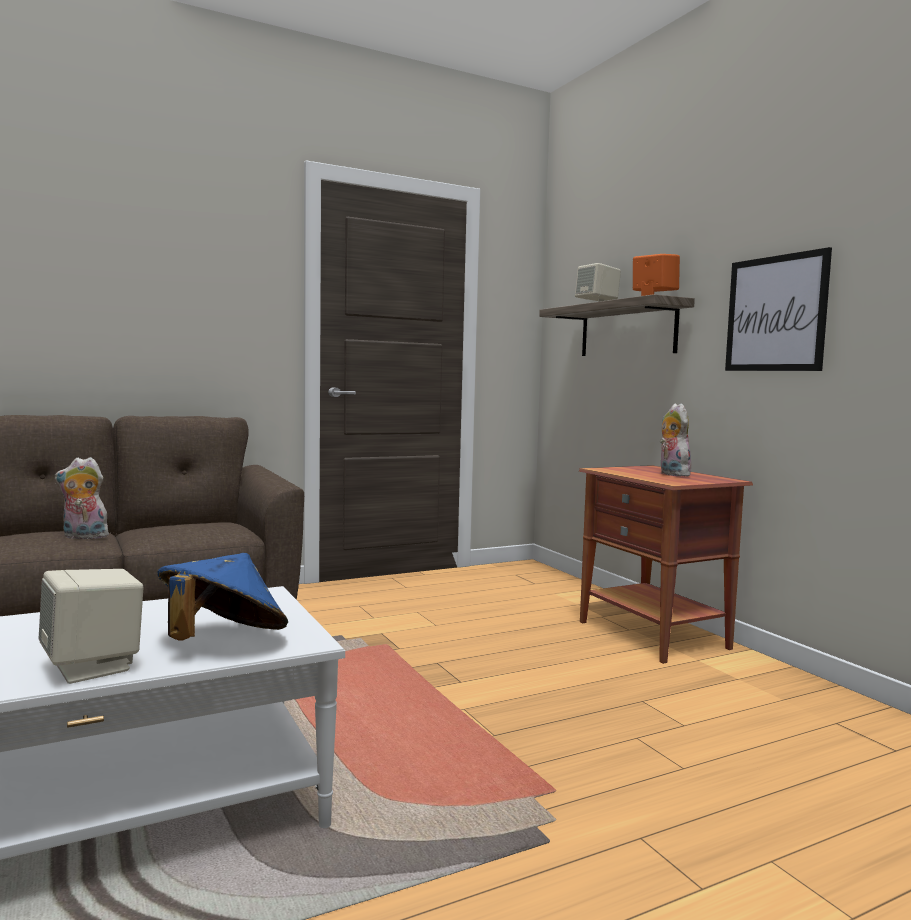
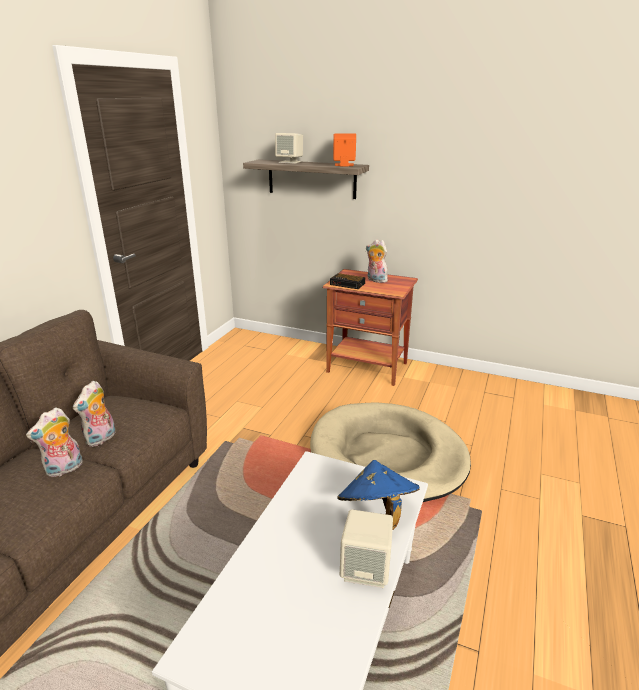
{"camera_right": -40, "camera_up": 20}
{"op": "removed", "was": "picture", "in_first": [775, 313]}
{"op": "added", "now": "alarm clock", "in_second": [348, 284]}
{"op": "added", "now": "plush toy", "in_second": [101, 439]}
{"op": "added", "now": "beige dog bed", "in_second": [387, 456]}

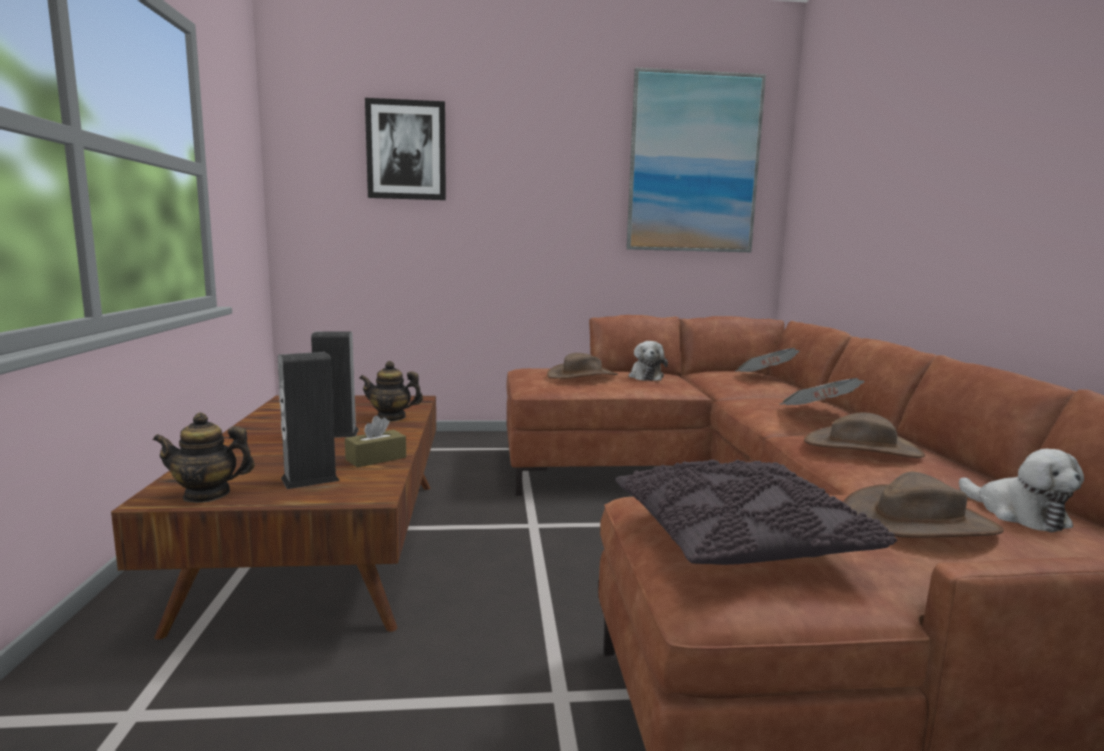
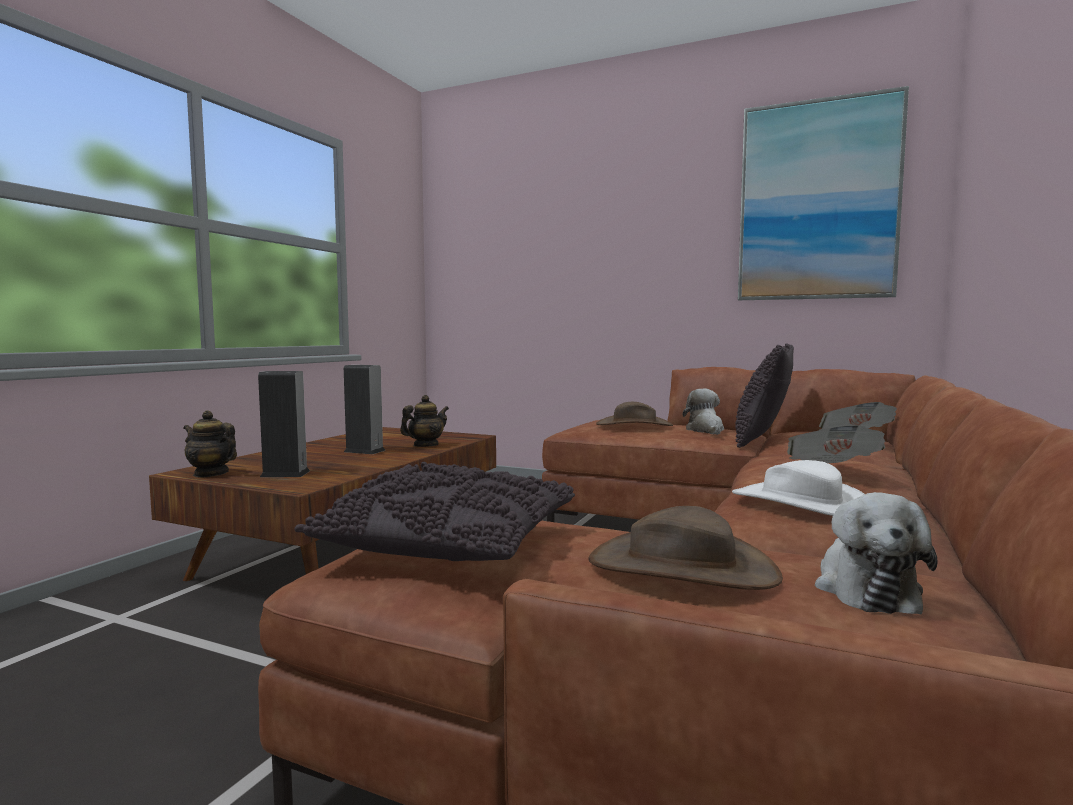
{"camera_right": 30, "camera_up": -5}
{"op": "removed", "was": "picture", "in_first": [406, 150]}
{"op": "turned", "was": "plush toy", "in_first": [645, 376], "in_second": [705, 430], "clockwise": 150}
{"op": "turned", "was": "teapot", "in_first": [391, 418], "in_second": [425, 445], "clockwise": 105}
{"op": "recoloured", "was": "brown hat", "now": "white hat", "in_first": [862, 447], "in_second": [801, 503]}
{"op": "removed", "was": "brown tissue box", "in_first": [376, 458]}
{"op": "added", "now": "black pillow", "in_second": [762, 441]}

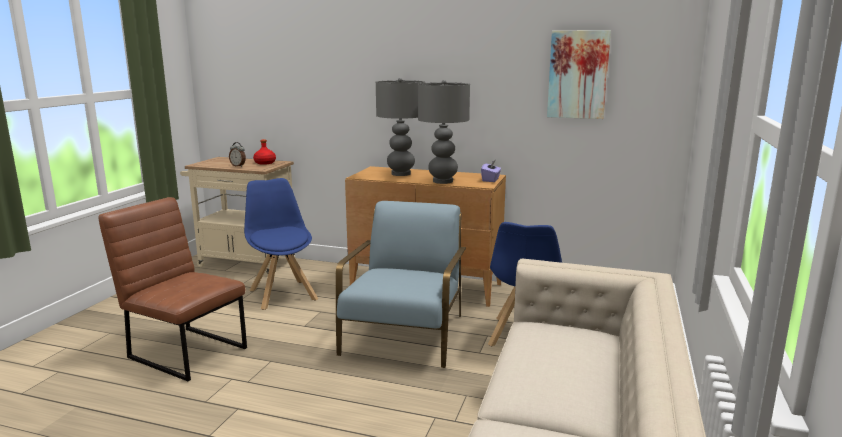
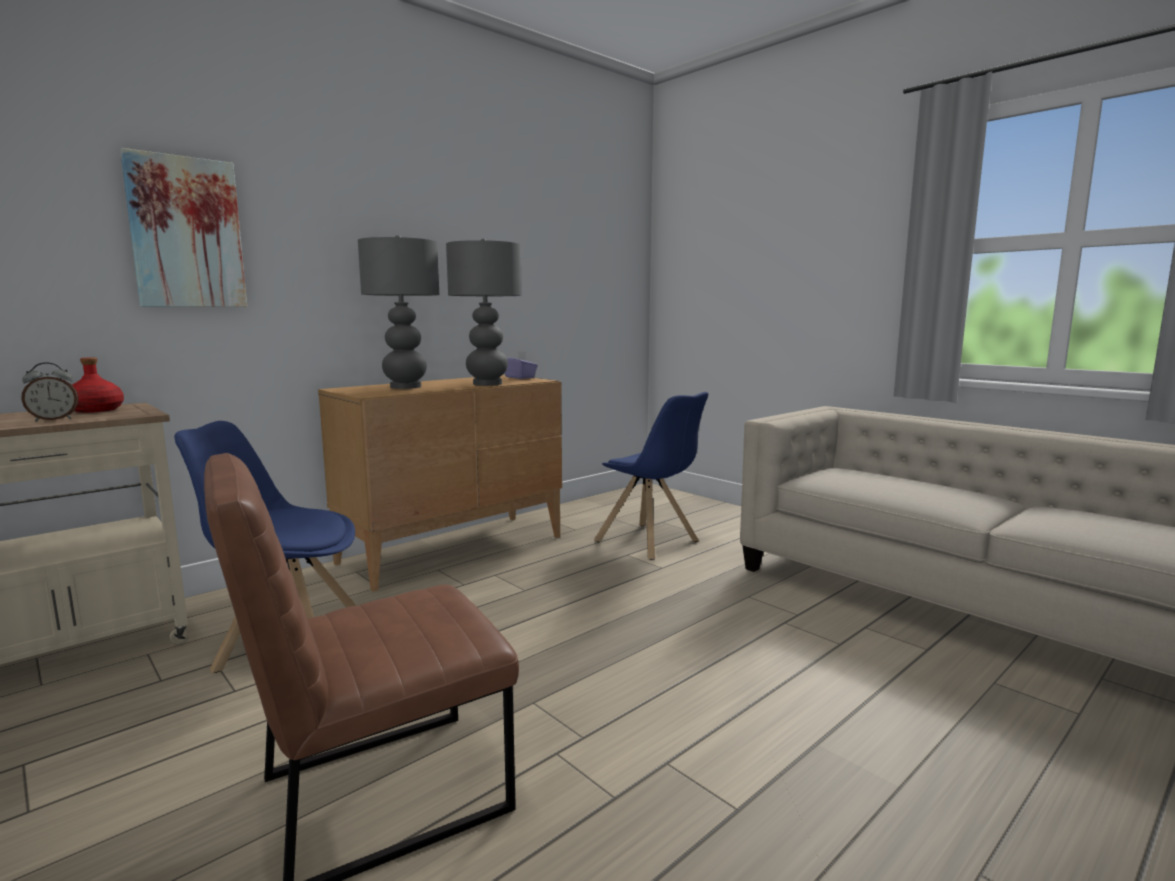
{"camera_right": -60, "camera_up": -5}
{"op": "moved", "was": "picture", "in_first": [578, 75], "in_second": [186, 233]}
{"op": "removed", "was": "blue armchair", "in_first": [405, 336]}

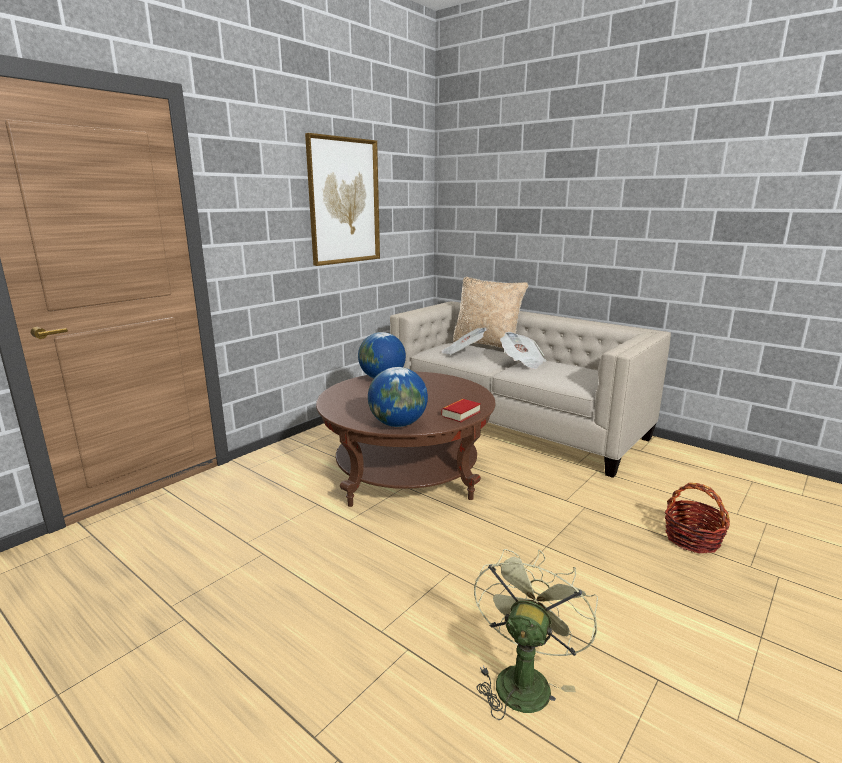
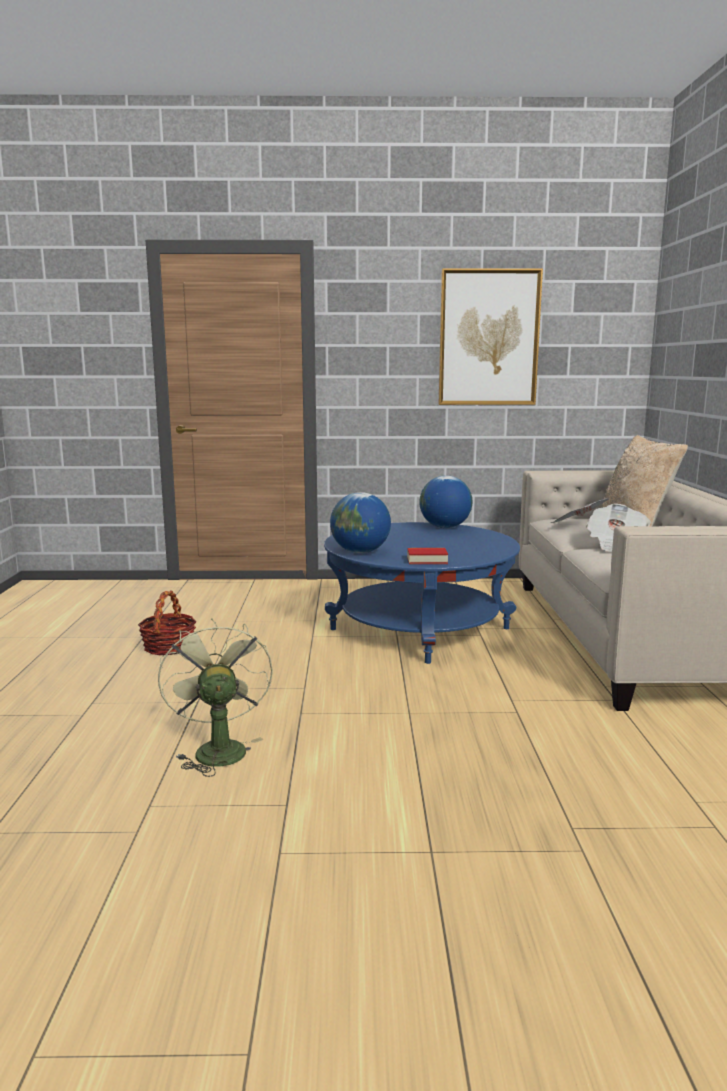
{"camera_right": 50, "camera_up": -5}
{"op": "recoloured", "was": "brown coffee table", "now": "blue coffee table", "in_first": [407, 473], "in_second": [419, 629]}
{"op": "moved", "was": "basket", "in_first": [692, 539], "in_second": [169, 647]}
{"op": "turned", "was": "green fan", "in_first": [523, 678], "in_second": [217, 749], "clockwise": -90}

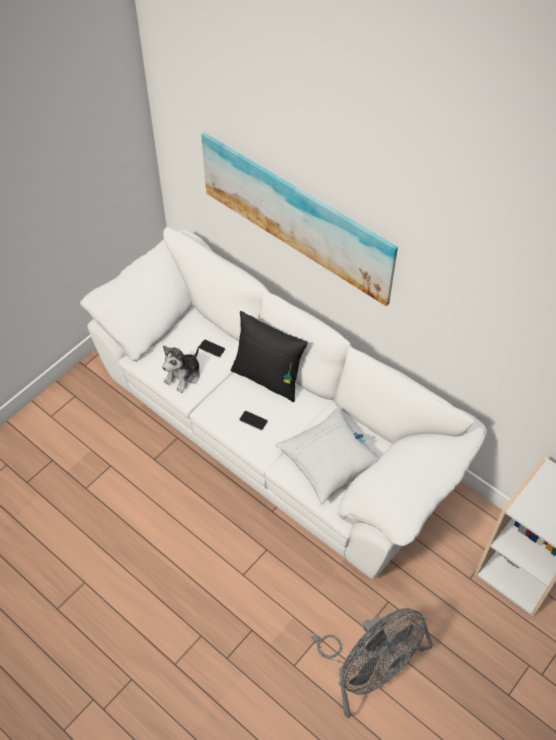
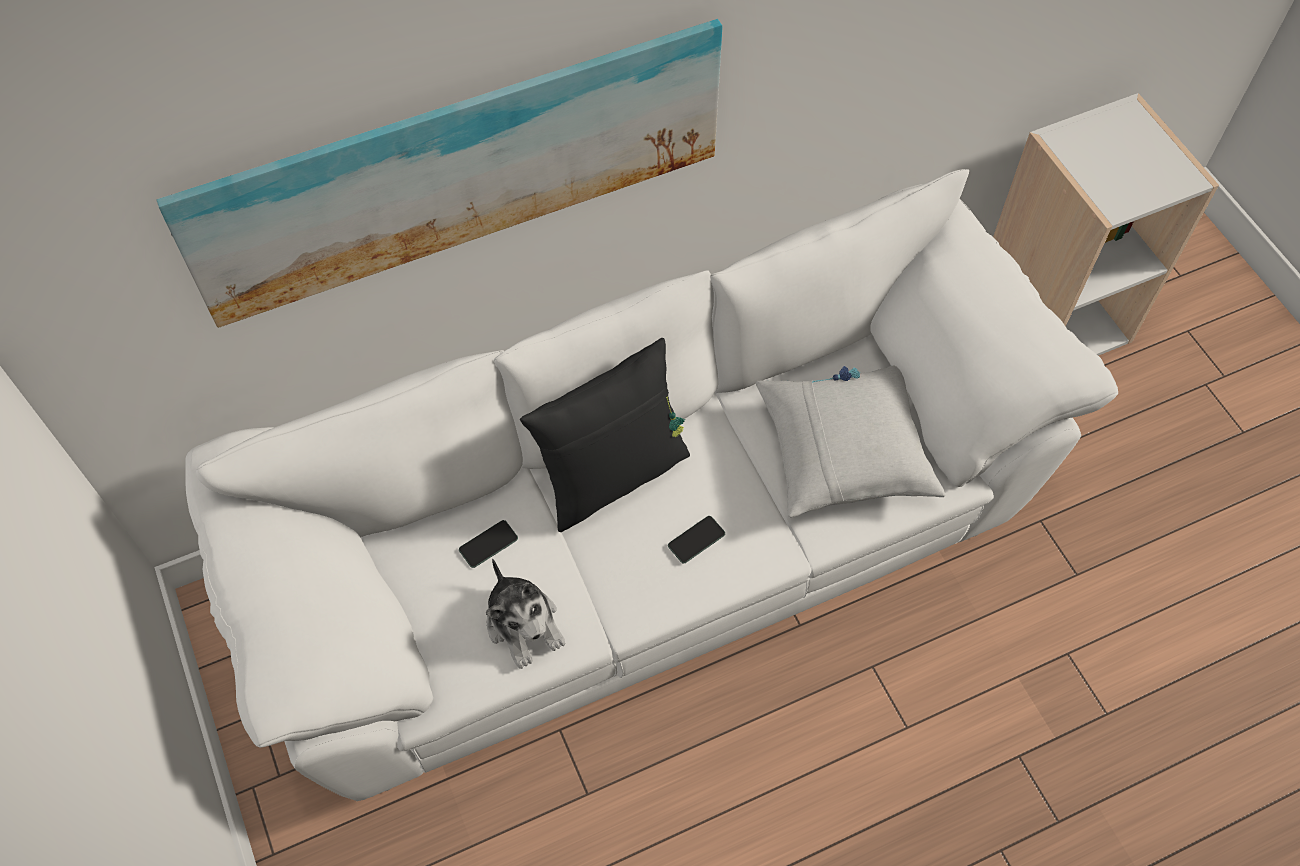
{"camera_right": -65, "camera_up": 5}
{"op": "removed", "was": "grey fan", "in_first": [367, 666]}

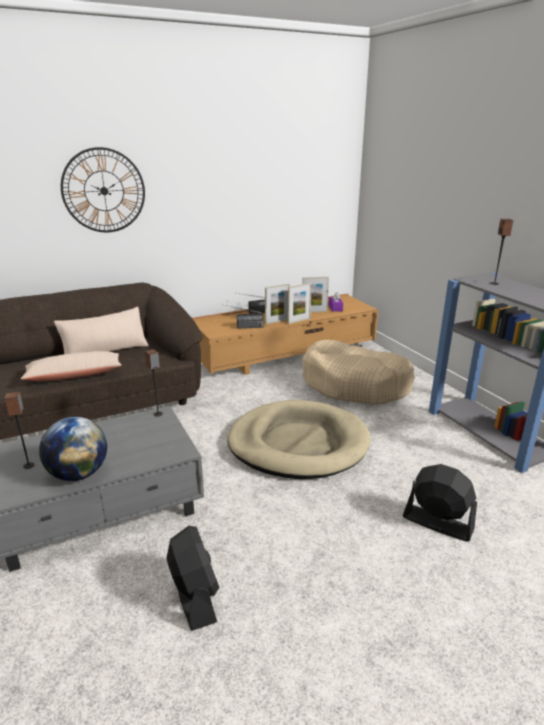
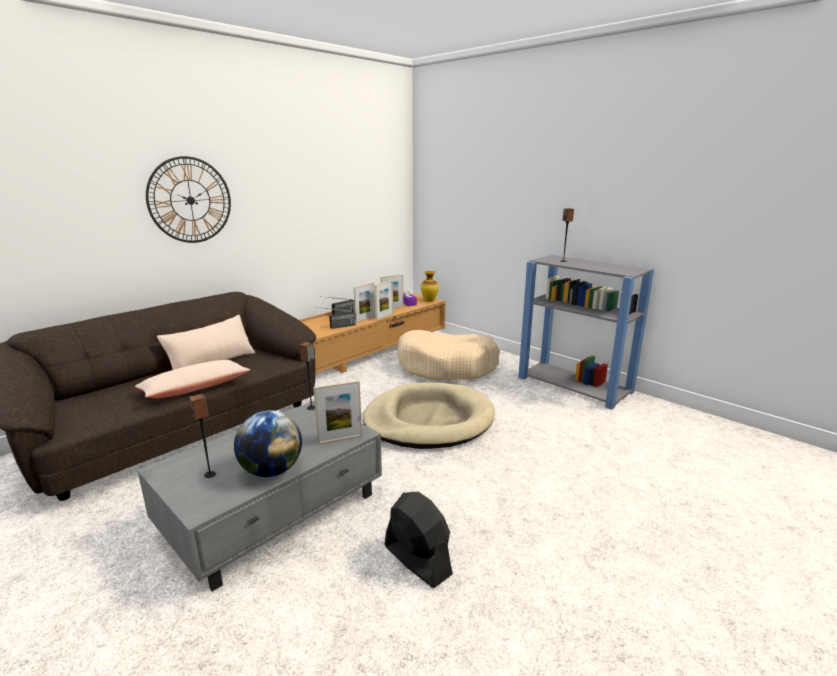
{"camera_right": -20, "camera_up": -5}
{"op": "removed", "was": "black fan", "in_first": [437, 522]}
{"op": "added", "now": "vase", "in_second": [429, 301]}
{"op": "added", "now": "picture frame", "in_second": [340, 439]}

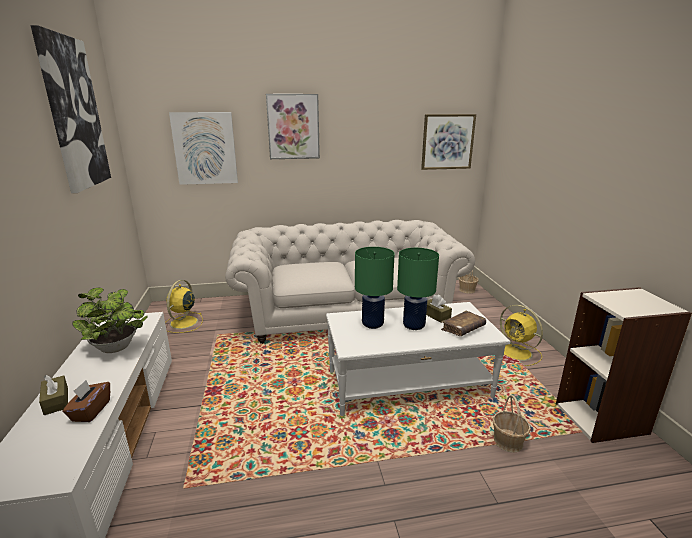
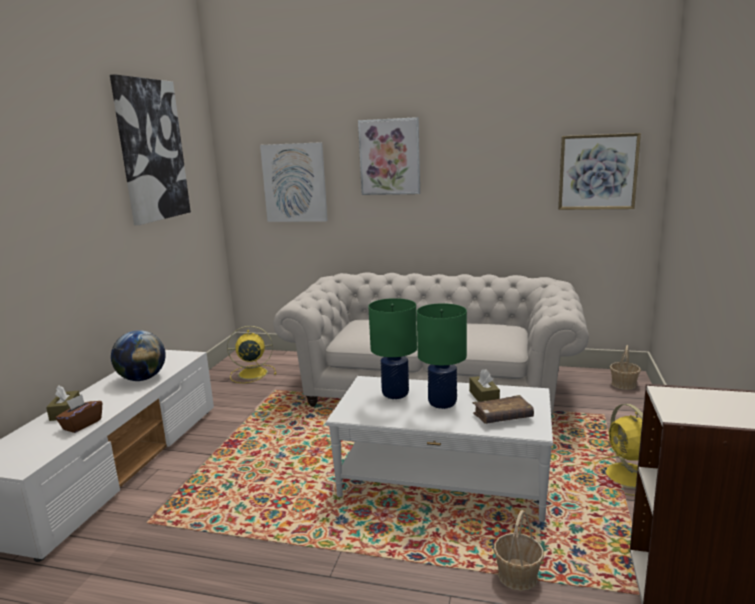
{"camera_right": 25, "camera_up": -5}
{"op": "turned", "was": "yellow fan", "in_first": [183, 323], "in_second": [251, 373], "clockwise": 45}
{"op": "replaced", "was": "potted plant", "now": "globe", "in_first": [117, 349], "in_second": [142, 378]}

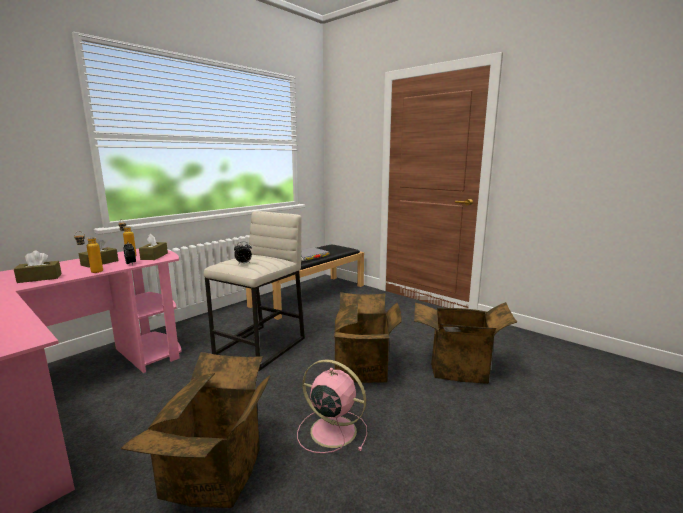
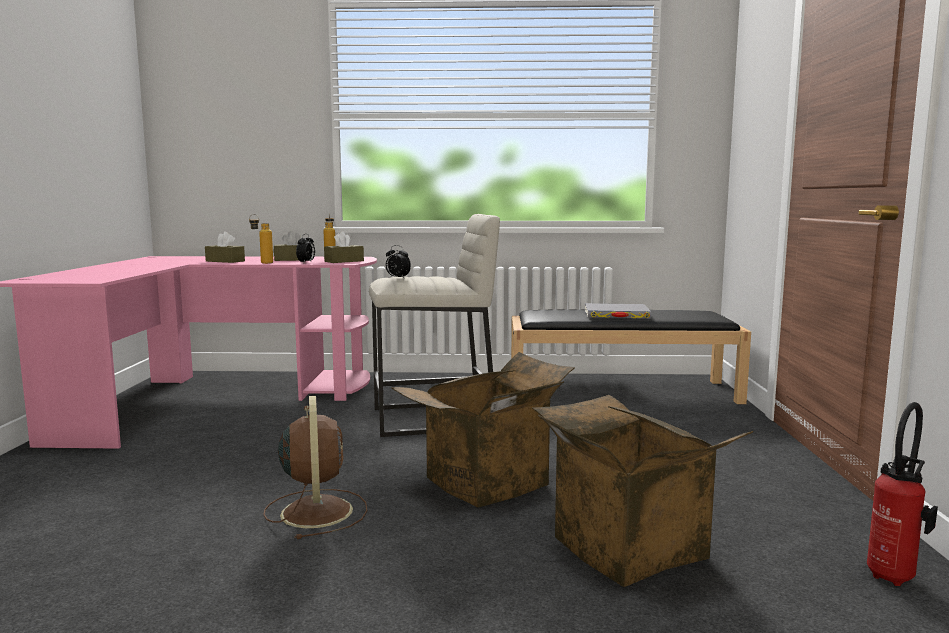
{"camera_right": 50, "camera_up": -5}
{"op": "removed", "was": "cardboard box", "in_first": [216, 474]}
{"op": "recoloured", "was": "pink fan", "now": "brown fan", "in_first": [331, 430], "in_second": [316, 511]}
{"op": "added", "now": "fire extinguisher", "in_second": [895, 576]}

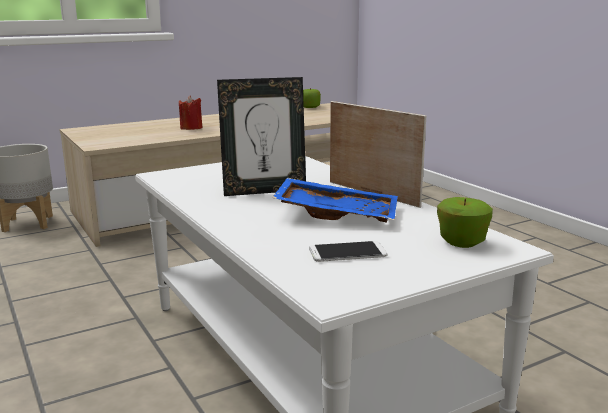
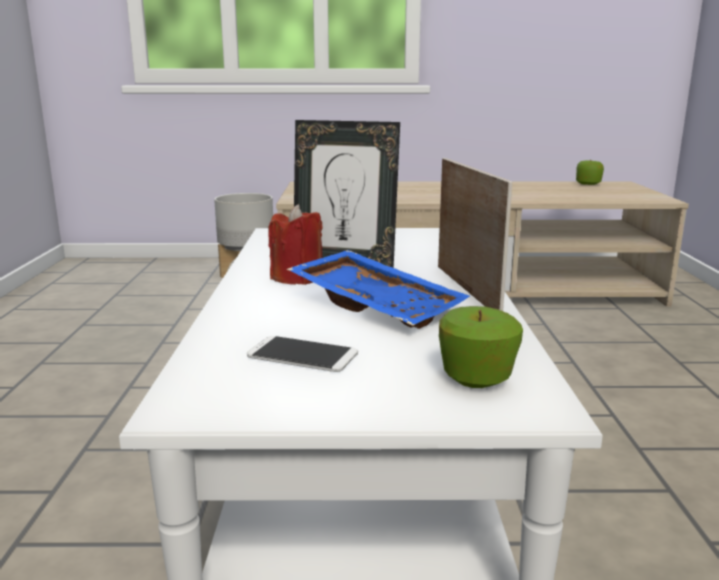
{"camera_right": 30, "camera_up": 0}
{"op": "moved", "was": "red candle", "in_first": [191, 128], "in_second": [297, 278]}

